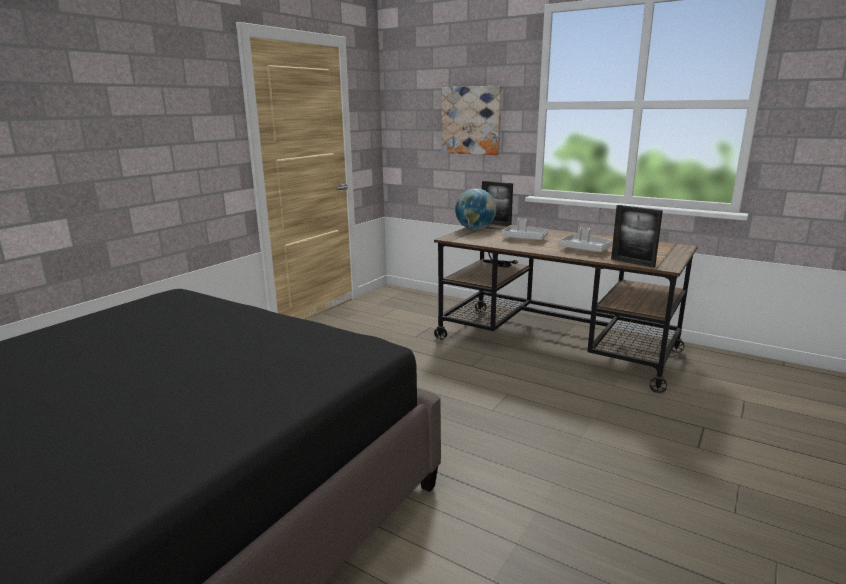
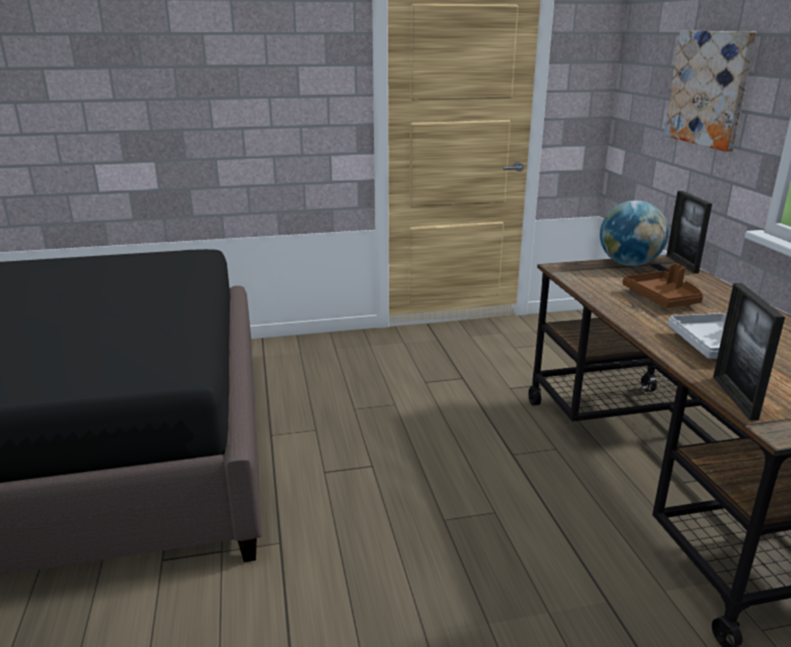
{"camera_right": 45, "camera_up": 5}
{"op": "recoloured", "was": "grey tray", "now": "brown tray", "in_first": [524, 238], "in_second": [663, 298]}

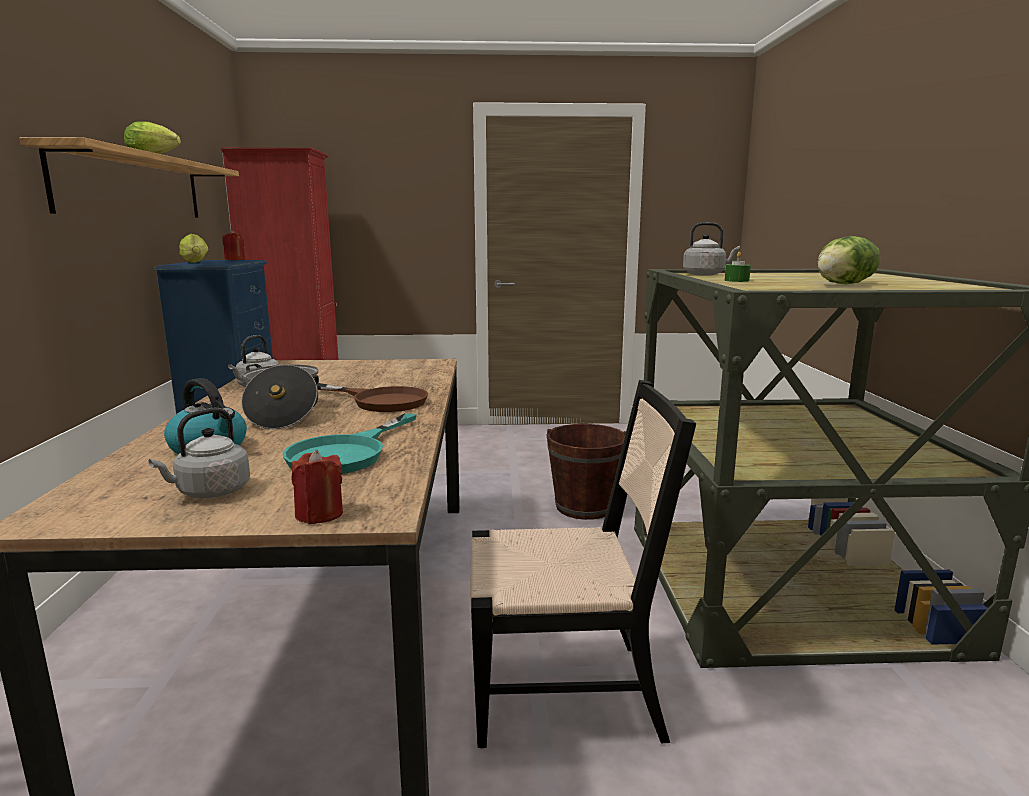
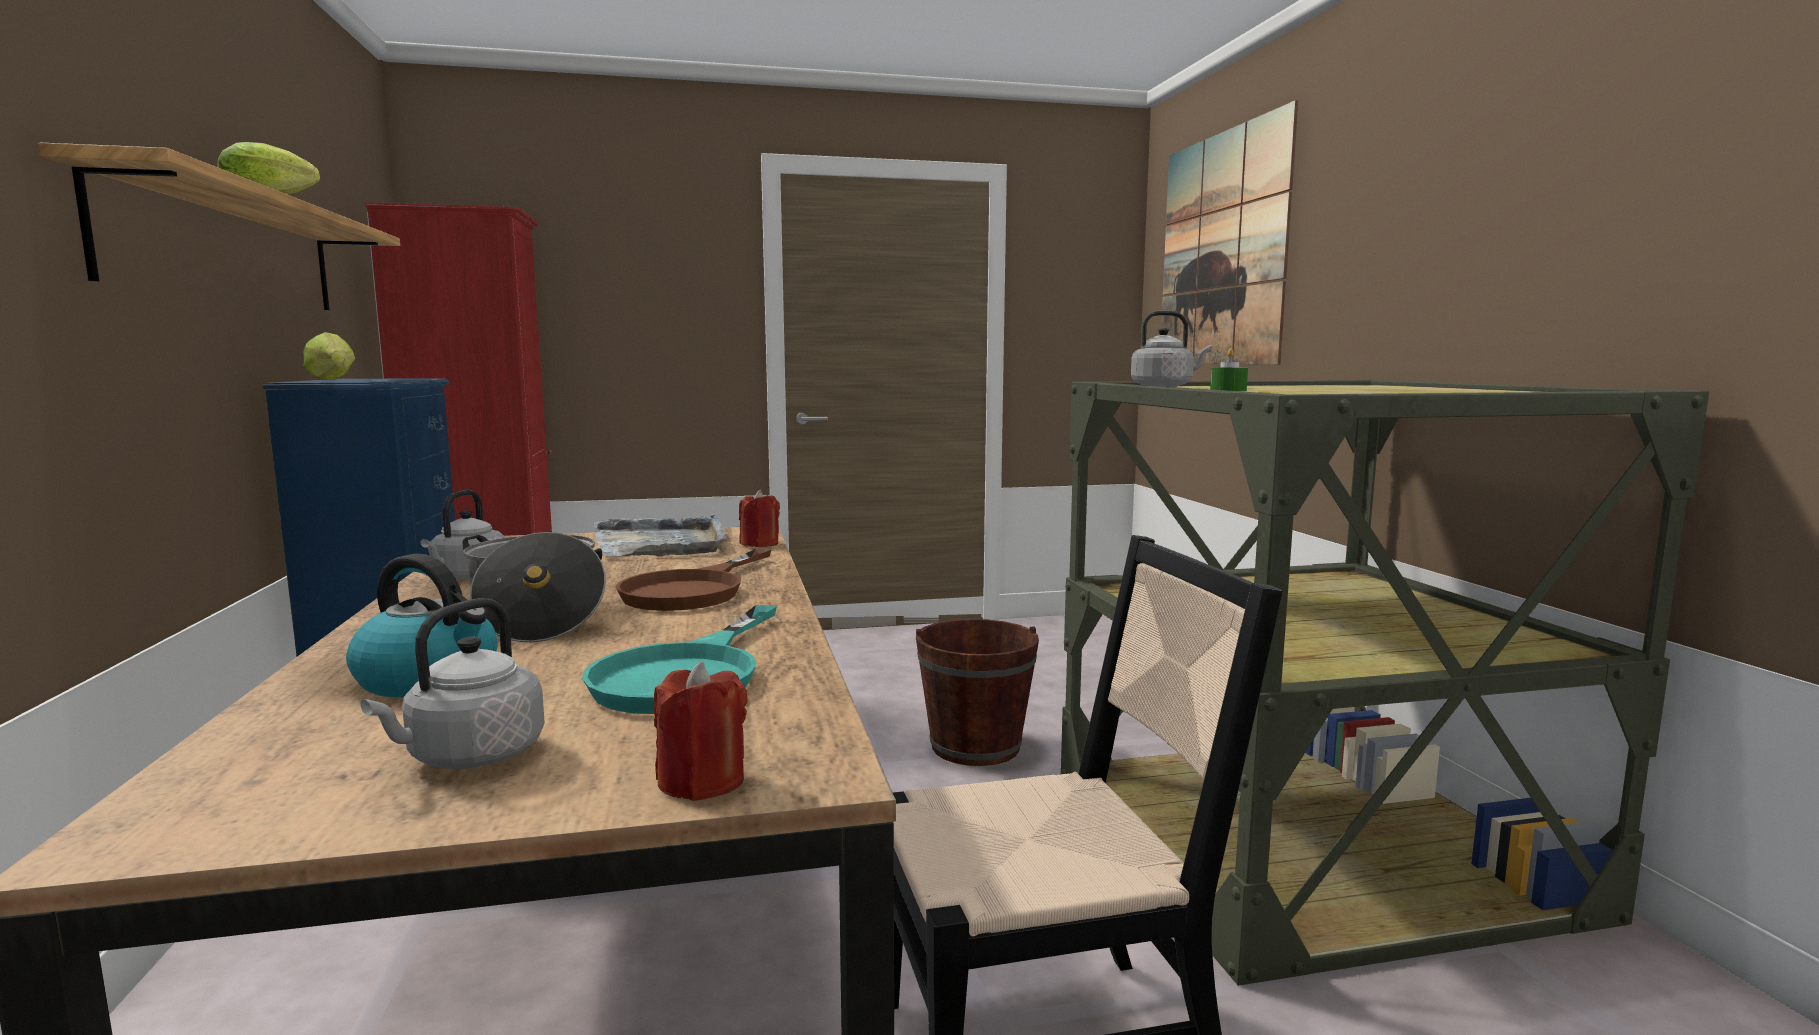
{"camera_right": -10, "camera_up": -5}
{"op": "moved", "was": "red candle", "in_first": [235, 260], "in_second": [760, 544]}
{"op": "removed", "was": "lettuce", "in_first": [844, 284]}
{"op": "turned", "was": "brown frying pan", "in_first": [380, 400], "in_second": [694, 589], "clockwise": 90}
{"op": "added", "now": "picture", "in_second": [1222, 249]}
{"op": "added", "now": "grey tray", "in_second": [661, 543]}

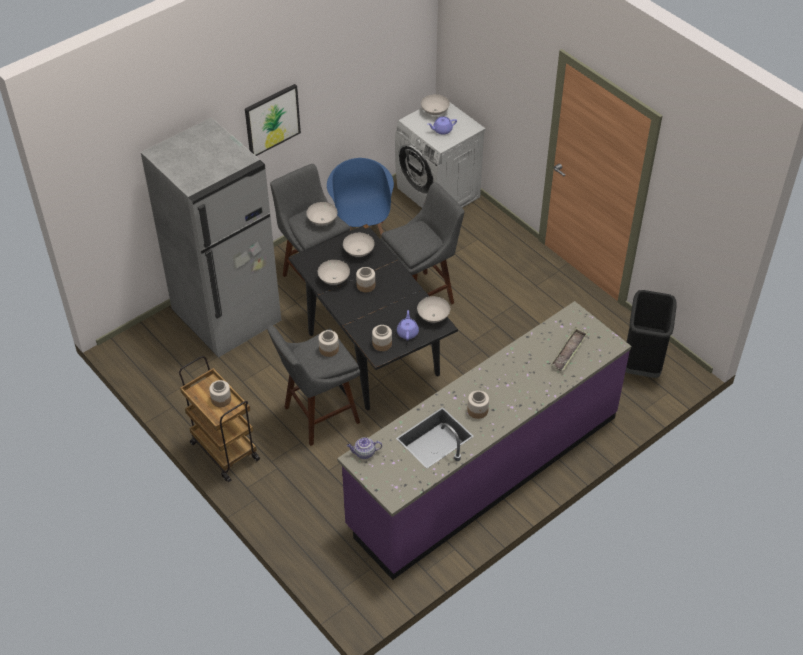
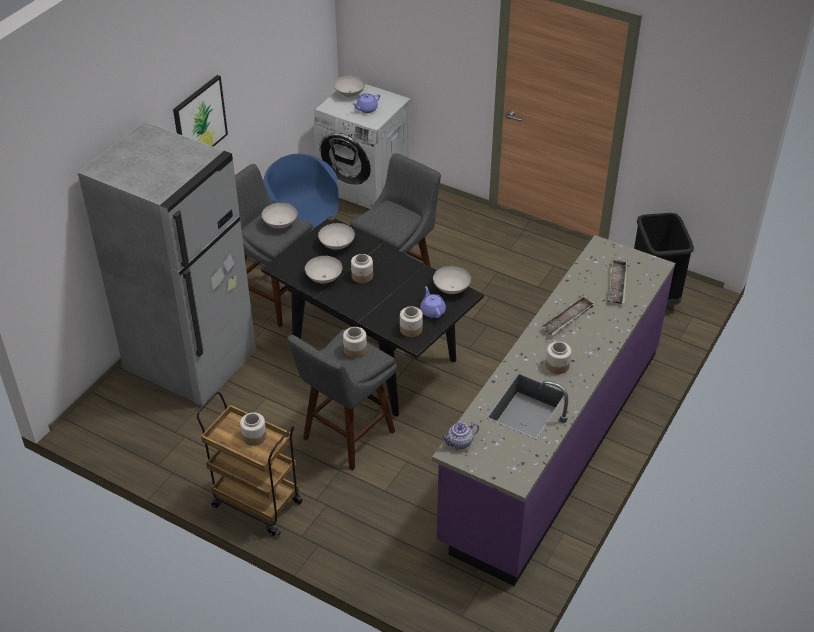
{"camera_right": -20, "camera_up": -5}
{"op": "added", "now": "tray", "in_second": [567, 318]}

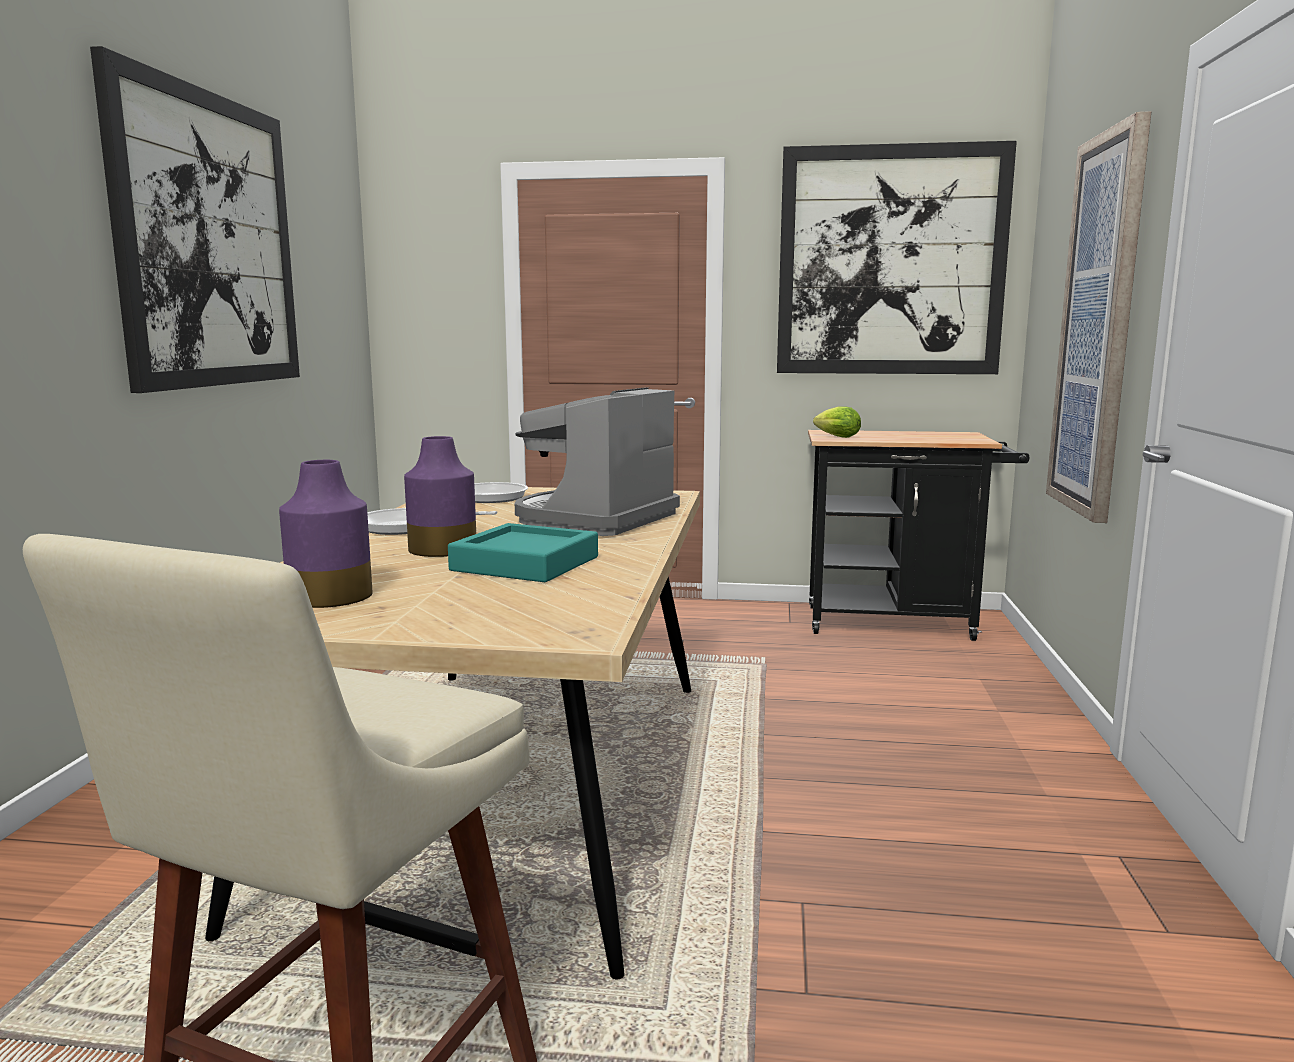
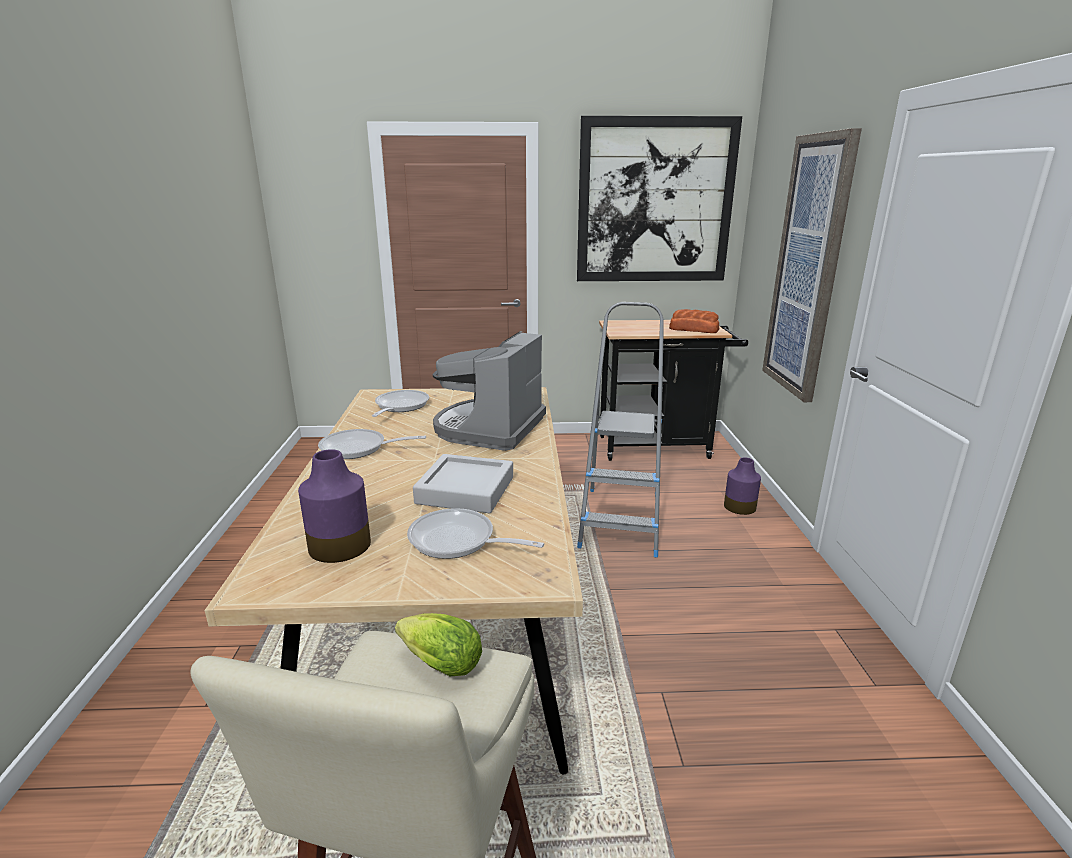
{"camera_right": -10, "camera_up": 10}
{"op": "removed", "was": "picture", "in_first": [208, 241]}
{"op": "moved", "was": "lettuce", "in_first": [835, 437], "in_second": [437, 663]}
{"op": "moved", "was": "purple vase", "in_first": [443, 548], "in_second": [740, 506]}
{"op": "recoloured", "was": "turquoise tray", "now": "grey tray", "in_first": [525, 564], "in_second": [465, 490]}
{"op": "added", "now": "grey step ladder", "in_second": [620, 520]}
{"op": "added", "now": "bread", "in_second": [693, 329]}
{"op": "added", "now": "frying pan", "in_second": [458, 541]}

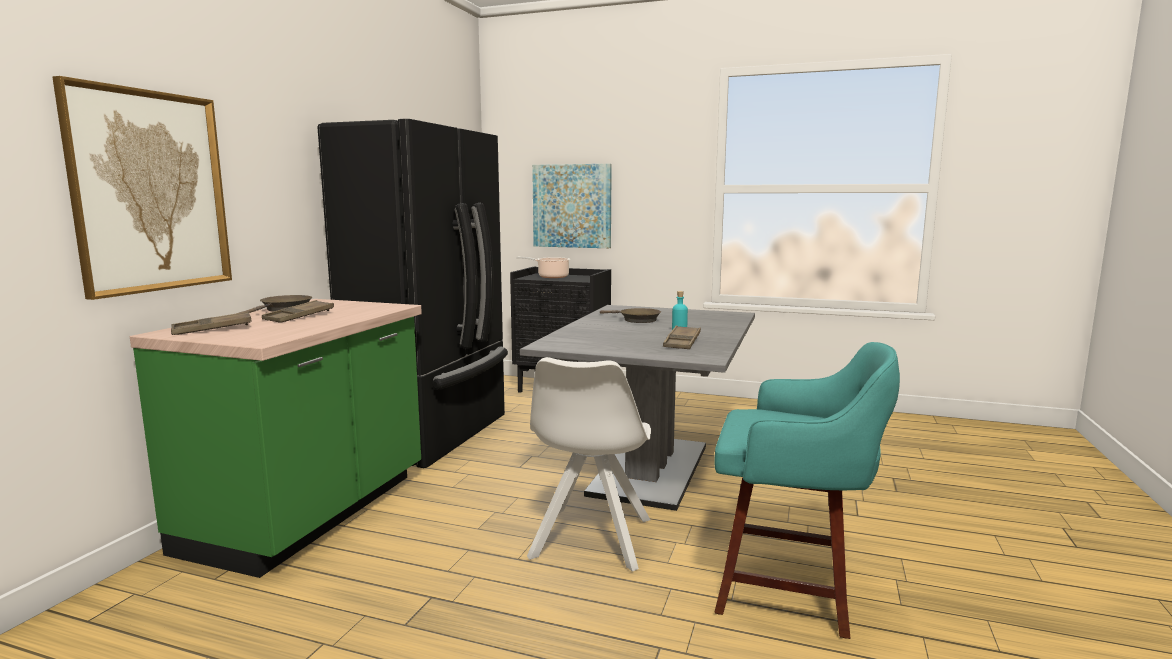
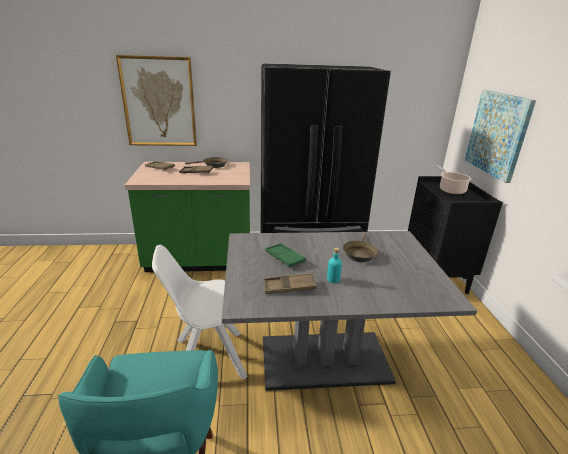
{"camera_right": 65, "camera_up": 15}
{"op": "added", "now": "green tray", "in_second": [284, 258]}

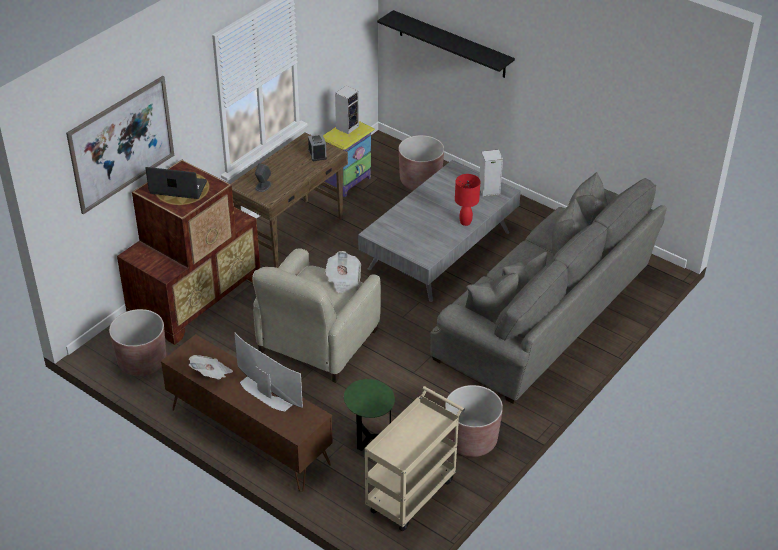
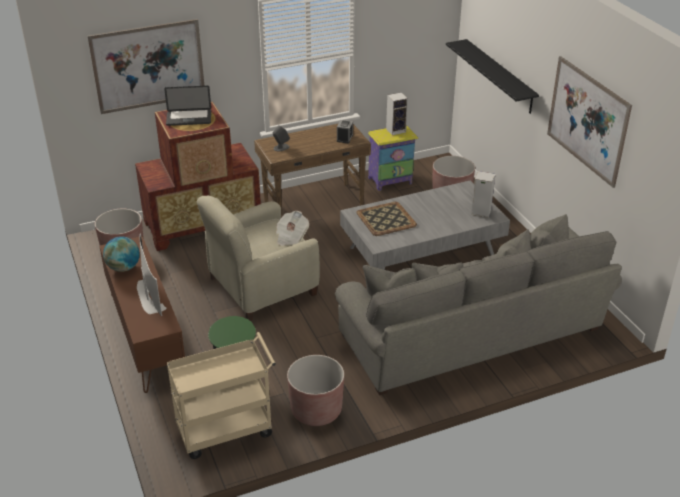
{"camera_right": 30, "camera_up": -5}
{"op": "turned", "was": "laptop", "in_first": [178, 188], "in_second": [189, 118], "clockwise": 135}
{"op": "removed", "was": "red table lamp", "in_first": [465, 222]}
{"op": "replaced", "was": "newspaper", "now": "globe", "in_first": [211, 375], "in_second": [124, 268]}
{"op": "added", "now": "picture", "in_second": [587, 120]}
{"op": "added", "now": "tray", "in_second": [385, 219]}

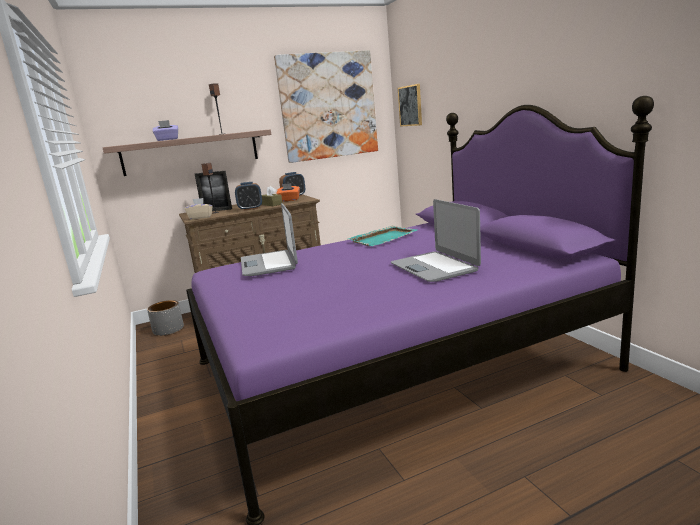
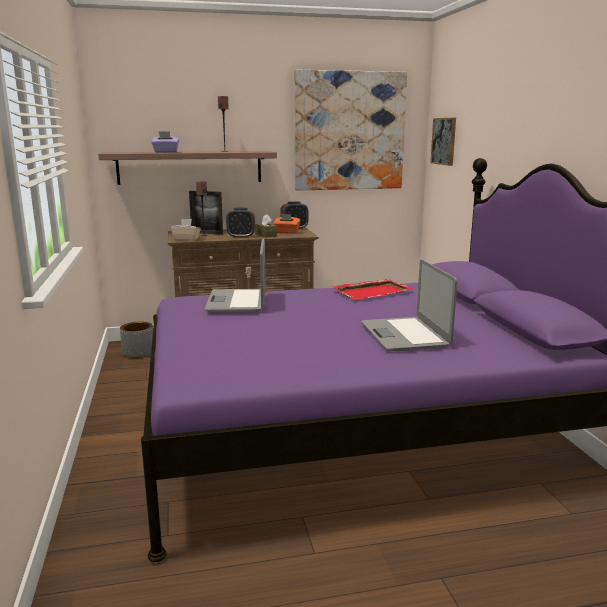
{"camera_right": 10, "camera_up": 0}
{"op": "recoloured", "was": "turquoise tray", "now": "red tray", "in_first": [383, 238], "in_second": [373, 292]}

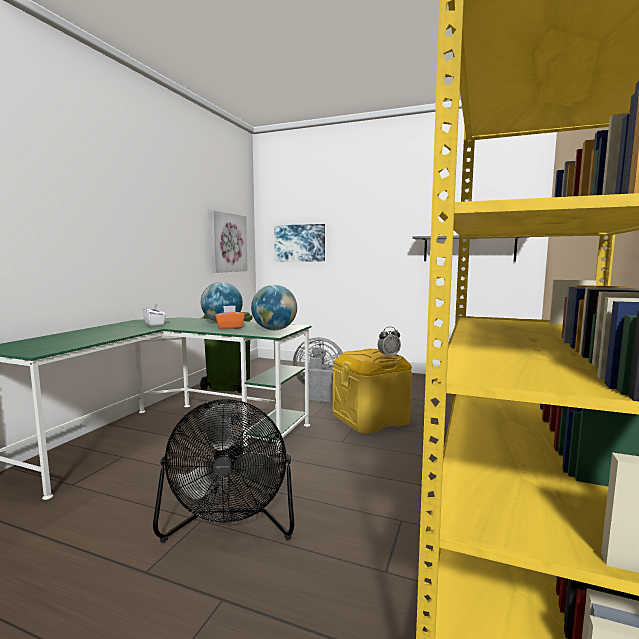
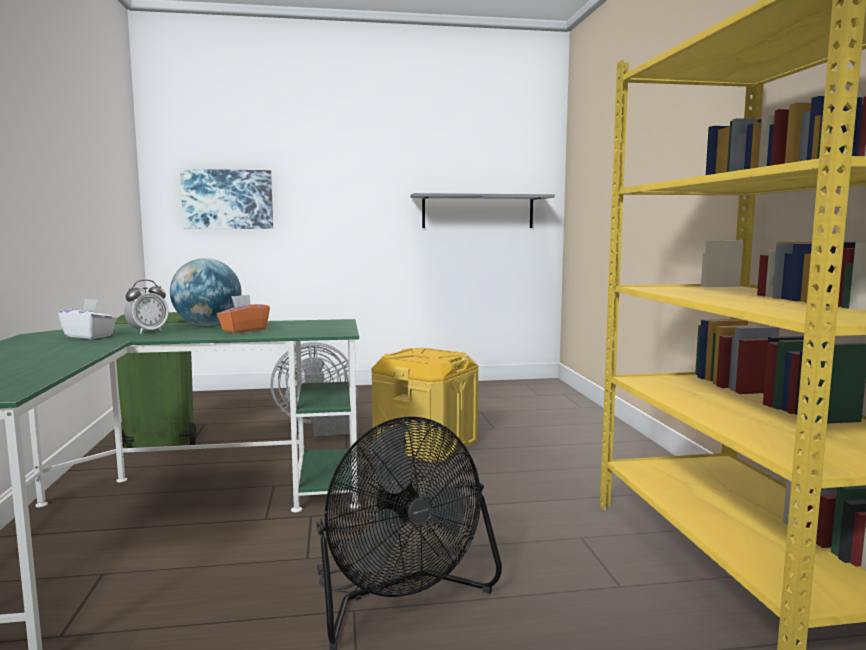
{"camera_right": -30, "camera_up": 0}
{"op": "removed", "was": "picture", "in_first": [228, 242]}
{"op": "removed", "was": "globe", "in_first": [274, 330]}
{"op": "moved", "was": "alarm clock", "in_first": [388, 356], "in_second": [148, 332]}

